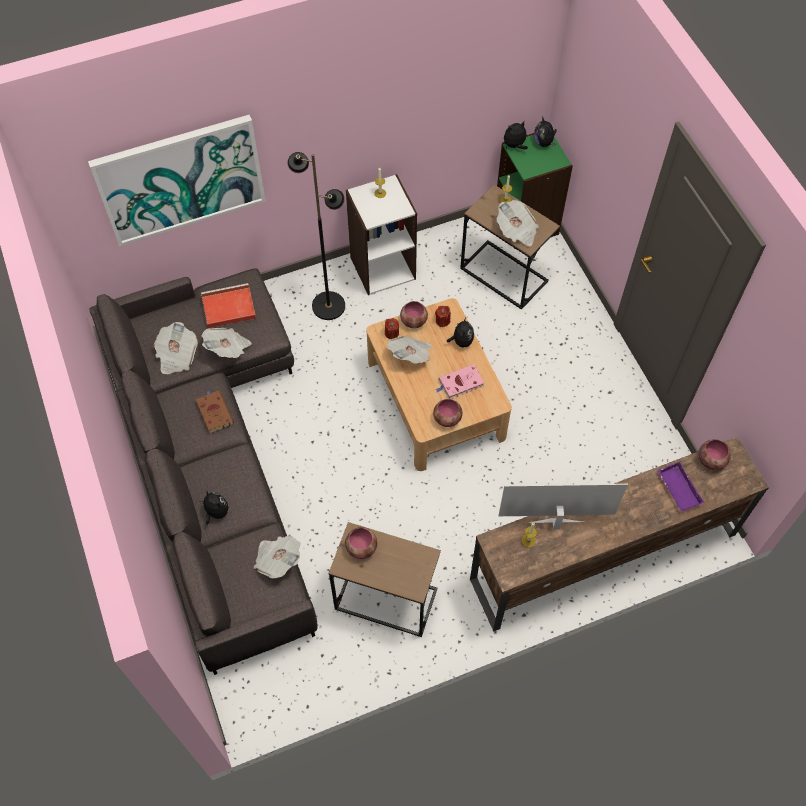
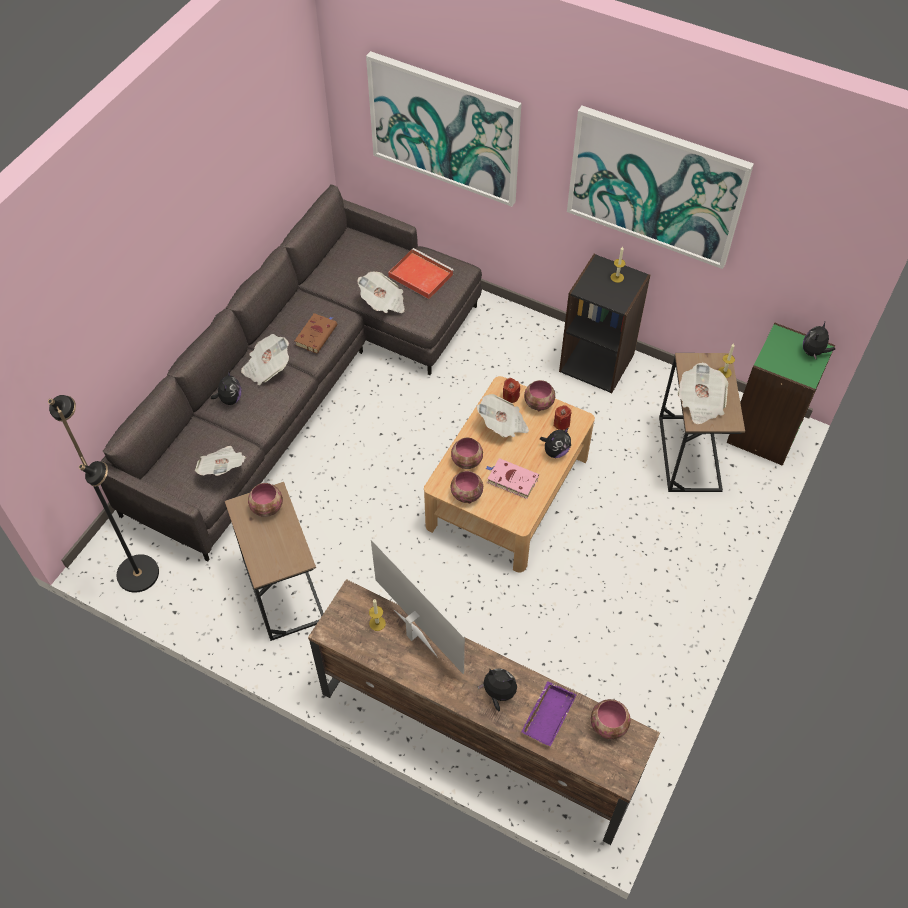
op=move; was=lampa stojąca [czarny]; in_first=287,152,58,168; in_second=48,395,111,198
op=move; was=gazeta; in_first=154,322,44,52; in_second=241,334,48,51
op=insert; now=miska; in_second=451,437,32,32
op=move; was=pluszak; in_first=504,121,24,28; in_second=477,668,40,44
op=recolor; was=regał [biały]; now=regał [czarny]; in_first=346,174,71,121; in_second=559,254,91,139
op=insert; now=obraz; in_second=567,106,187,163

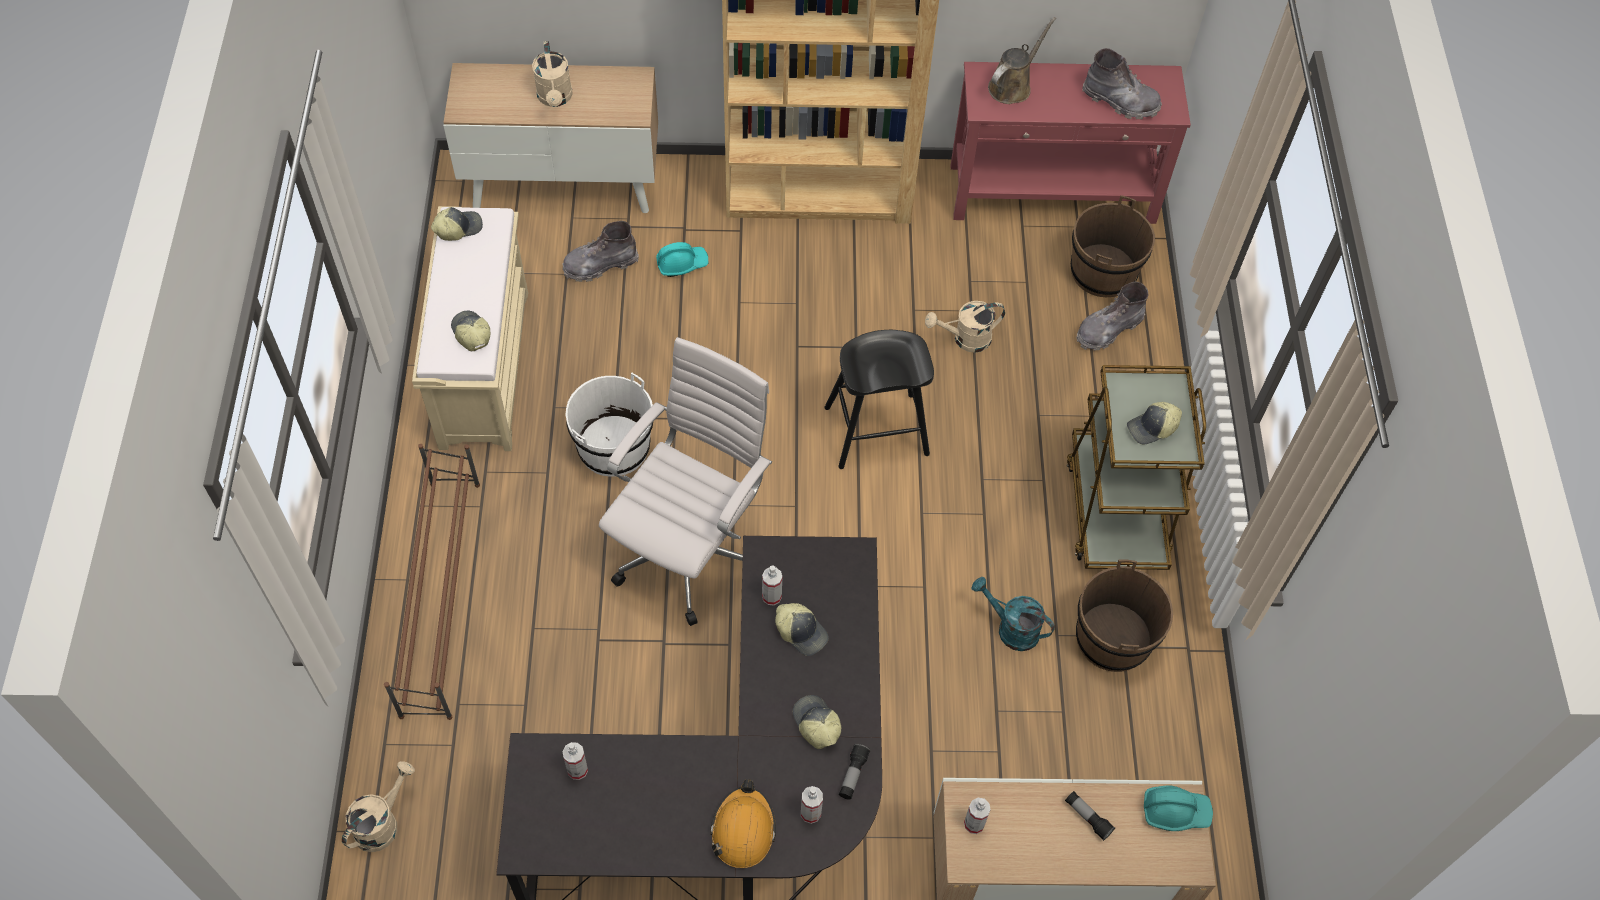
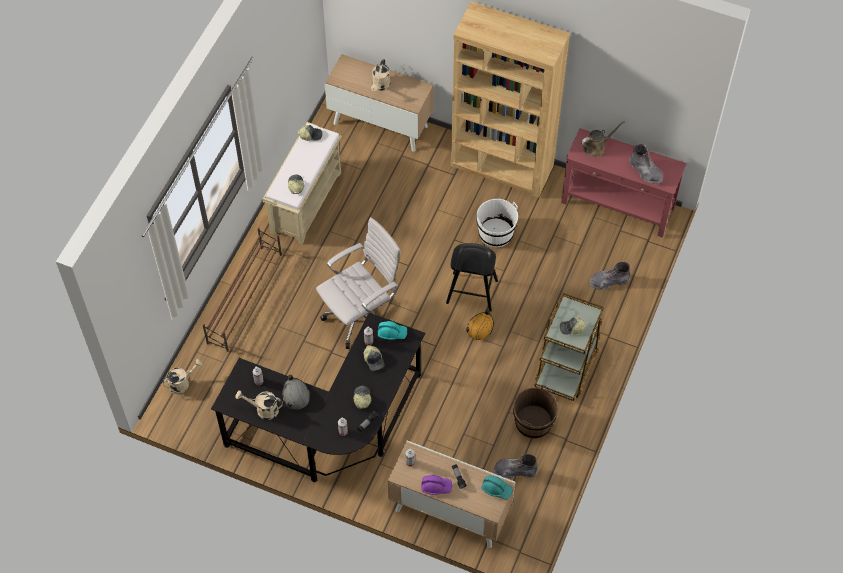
op=move; was=konewka [beżowy]; in_first=925,301,80,52; in_second=236,390,47,30
op=insert; now=kask [szary]; in_second=282,374,28,35
op=move; was=kask [turkusowy]; in_first=656,242,52,35; in_second=378,321,29,19
op=insert; now=kask [fioletowy]; in_second=421,475,31,20
op=move; was=kask [pomarańczowy]; in_first=710,779,66,89; in_second=466,310,28,30
op=move; was=wiadro [biały]; in_first=565,372,88,105; in_second=476,199,42,48
op=move; was=but z cholewką [szary]; in_first=562,221,77,61; in_second=494,454,43,25
op=delete; was=konewka [turkusowy]; in_first=972,577,83,74
op=delete; was=wiadro [brązowy]; in_first=1071,195,84,102

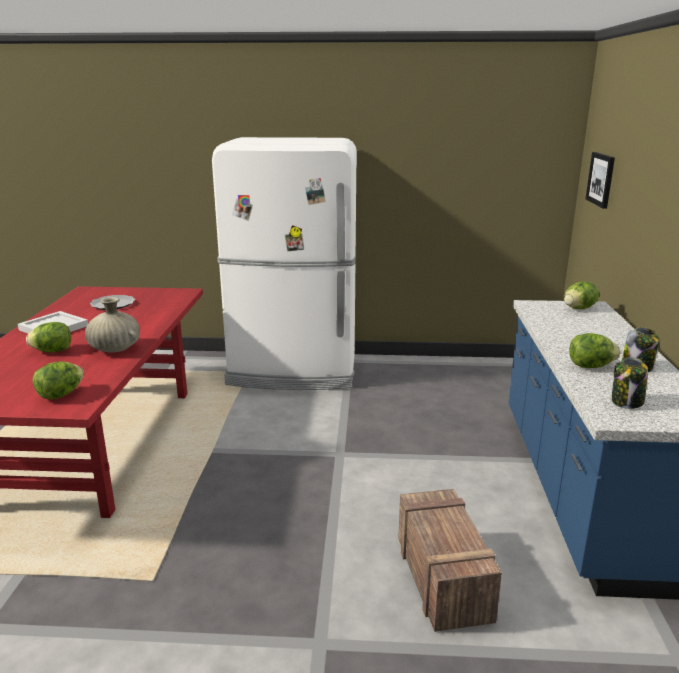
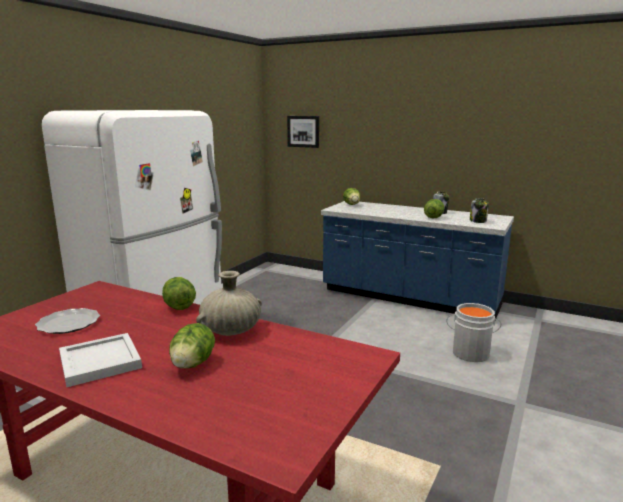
op=move; was=sałata; in_first=32,361,52,38; in_second=162,277,34,33
op=replace; was=skrzynka; now=wiadro [szary]; in_first=398,489,104,143; in_second=446,303,55,59

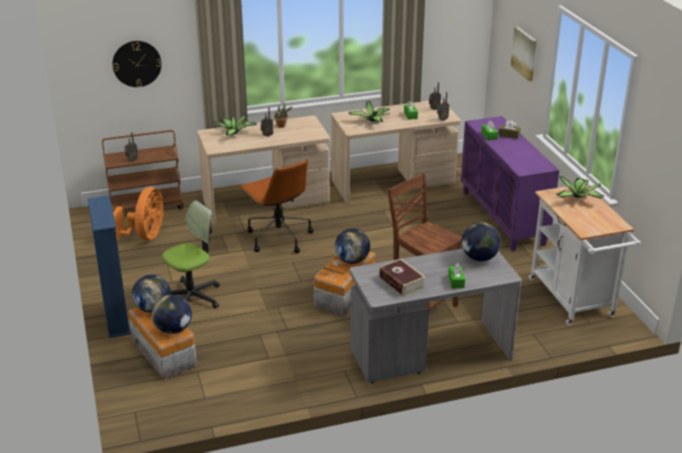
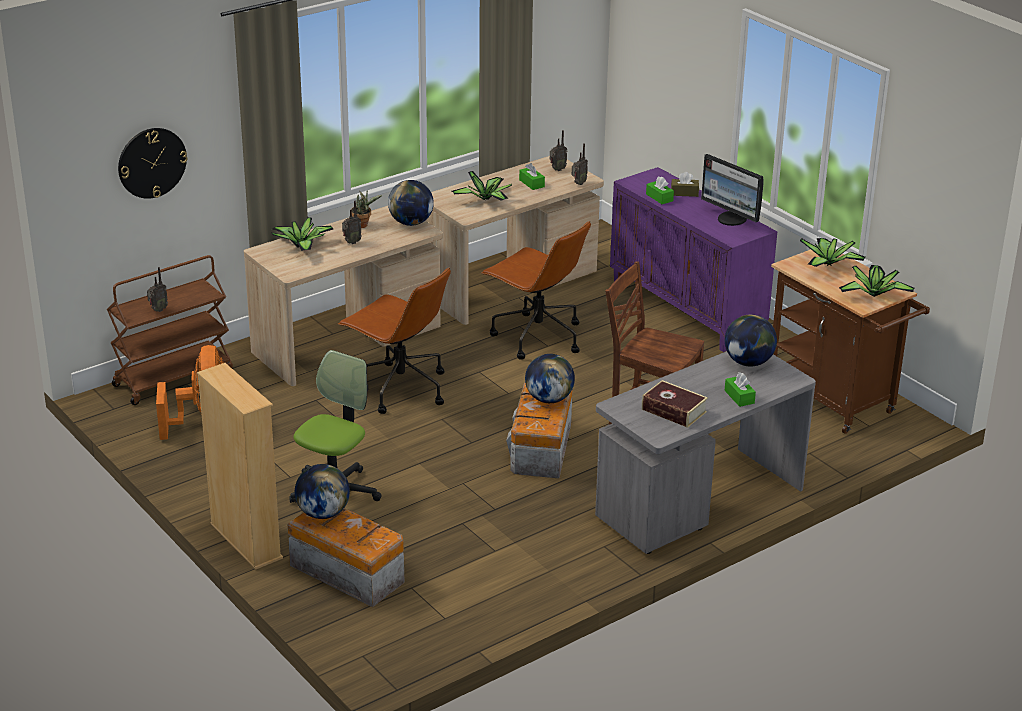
op=recolor; was=regał [niebieski]; now=regał [beżowy]; in_first=88,195,43,143; in_second=197,363,86,206
op=move; was=globus; in_first=152,294,40,40; in_second=388,180,46,46
op=insert; now=krzesło biurowe [brązowy]; in_second=481,221,110,139
op=insert; now=monitor; in_second=701,154,63,72
op=recolor; was=wózek [biały]; now=wózek [brązowy]; in_first=529,185,112,140; in_second=771,250,159,184
op=insert; now=roślina doniczkowa; in_second=839,265,76,32
op=delete; was=obraz; in_first=511,27,26,54

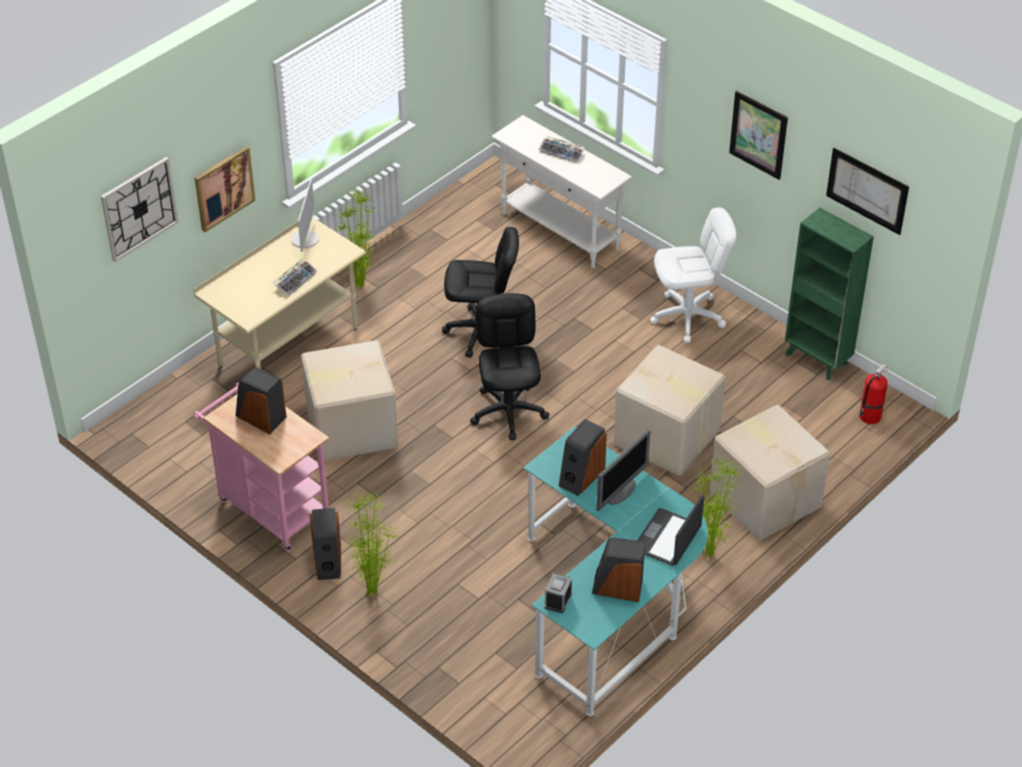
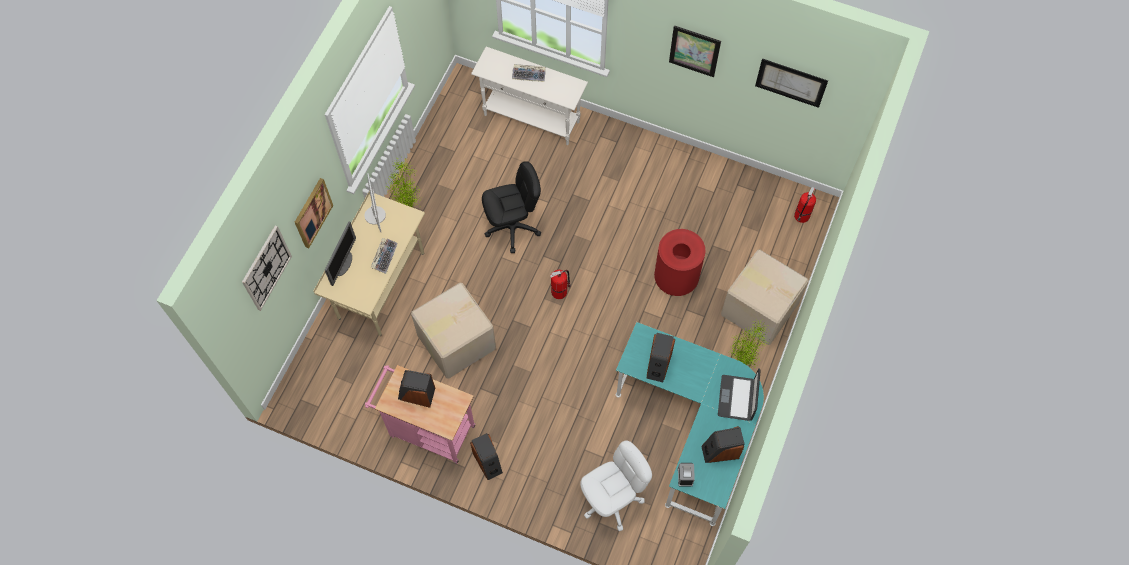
op=move; was=monitor; in_first=596,429,55,82; in_second=325,221,31,65
op=replace; was=krzesło biurowe [czarny]; now=gaśnica; in_first=470,293,79,147; in_second=550,270,21,29
op=move; was=krzesło biurowe [biały]; in_first=650,207,87,136; in_second=580,441,72,90
op=replace; was=karton; now=kosz na śmieci [czerwony]; in_first=613,345,113,131; in_second=654,229,51,67
op=delete; was=roślina doniczkowa; in_first=344,490,53,107
op=delete; was=regał [zielony]; in_first=785,208,89,172

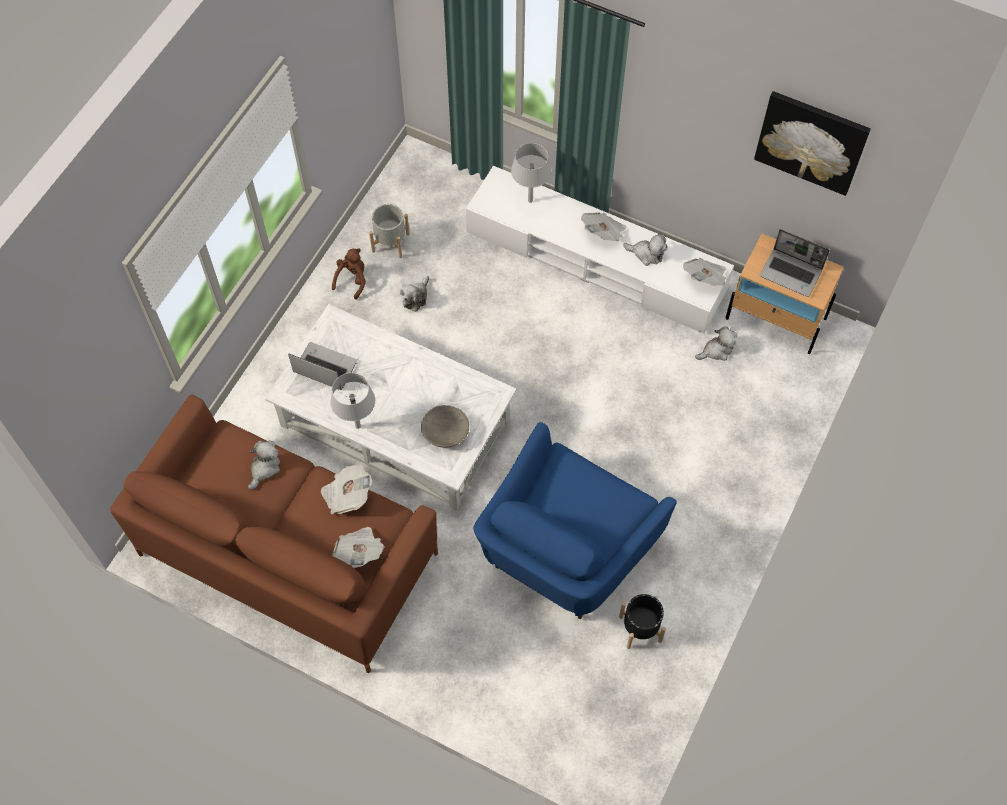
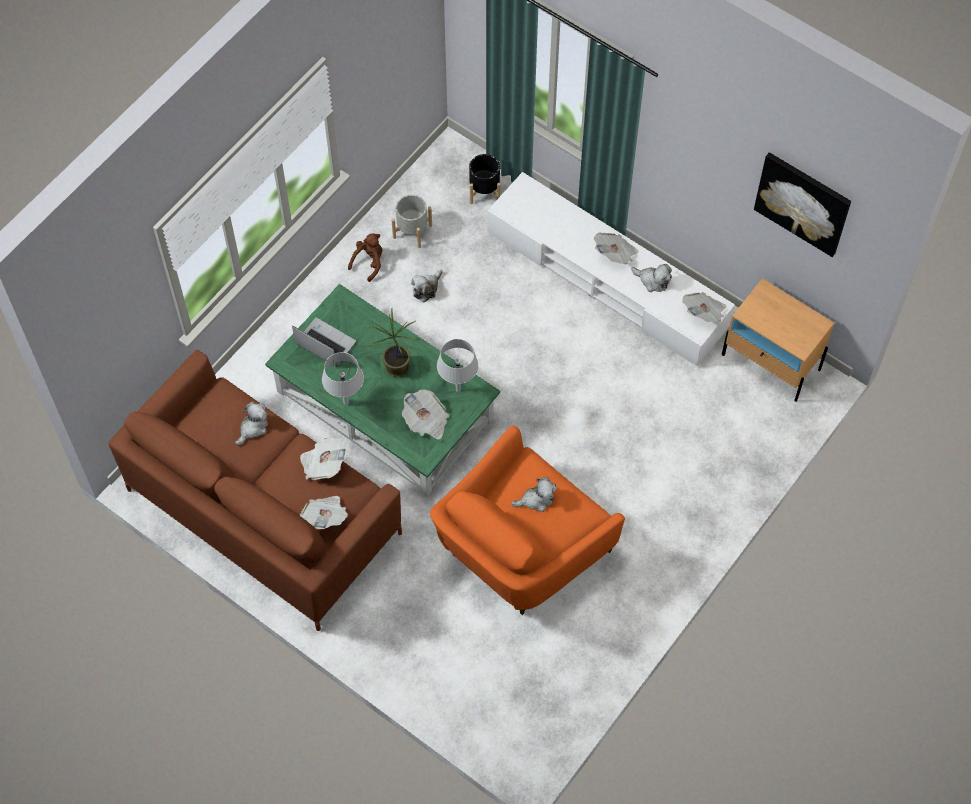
op=recolor; was=ława [biały]; now=ława [zielony]; in_first=265,304,252,206; in_second=265,284,235,212
op=insert; now=roślina doniczkowa; in_second=368,309,49,68
op=replace; was=miska [beżowy]; now=gazeta; in_first=421,405,48,42; in_second=402,389,47,50
op=recolor; was=fotel [niebieski]; now=fotel [pomarańczowy]; in_first=473,422,204,198; in_second=430,425,195,190
op=move; was=lampa stołowa [szary]; in_first=511,143,41,60; in_second=437,339,42,53
op=move; was=donica [czarny]; in_first=619,594,47,55; in_second=469,154,31,50
op=move; was=pluszak; in_first=695,327,42,34; in_second=511,477,46,35
op=delete; was=laptop; in_first=760,229,70,68

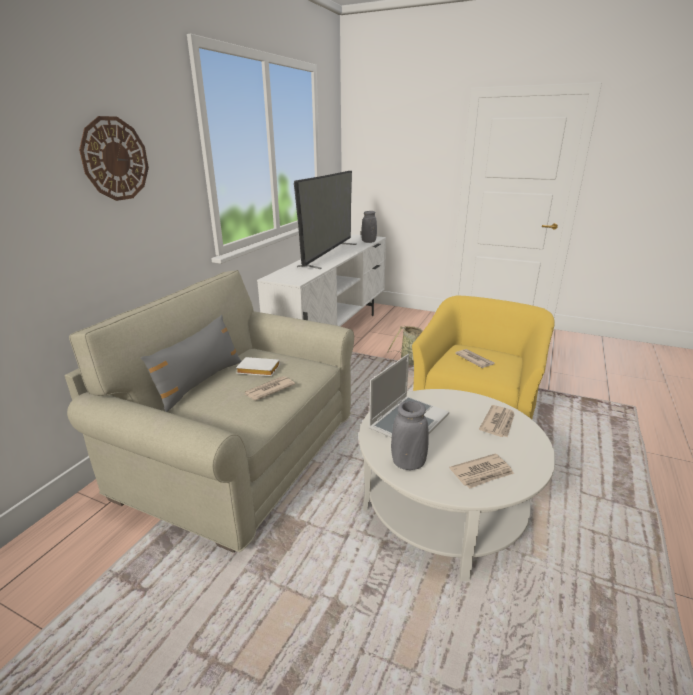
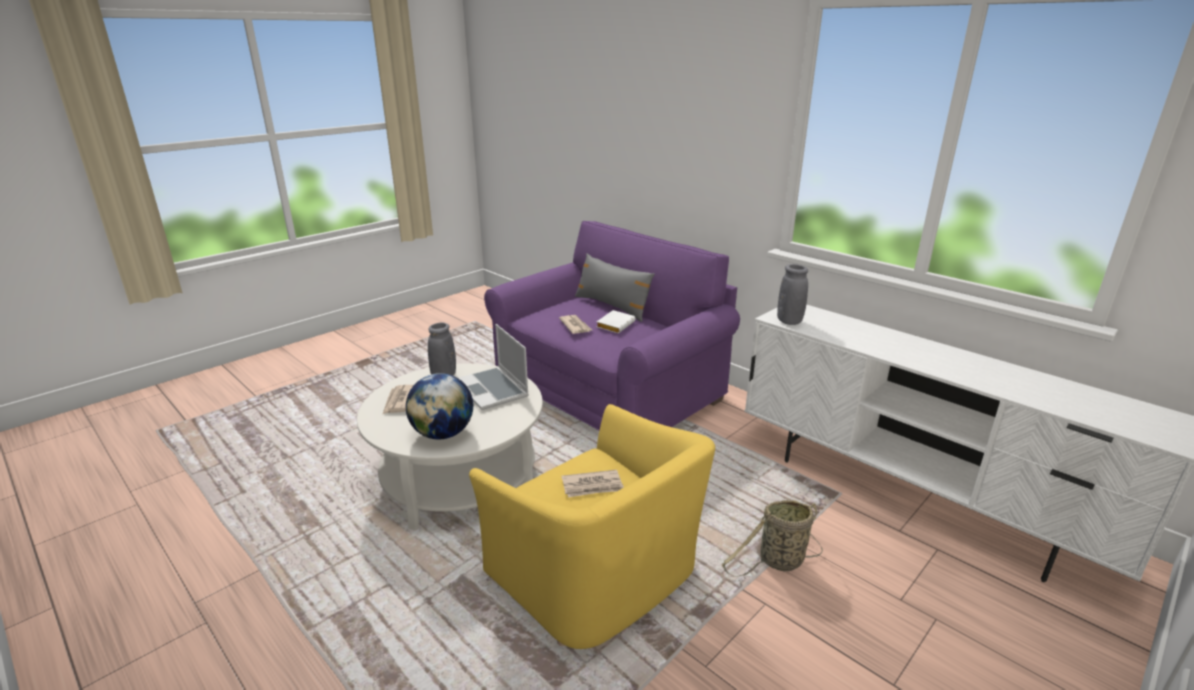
op=replace; was=gazeta; now=globus; in_first=479,405,36,32; in_second=406,373,67,66
op=recolor; was=kanapa [beżowy]; now=kanapa [fioletowy]; in_first=64,270,290,283; in_second=484,221,256,209
op=move; was=wazon [szary]; in_first=361,211,16,32; in_second=777,264,31,61
op=delete; was=zegar ścienny; in_first=79,116,70,85
op=delete; was=telewizor; in_first=294,171,63,98

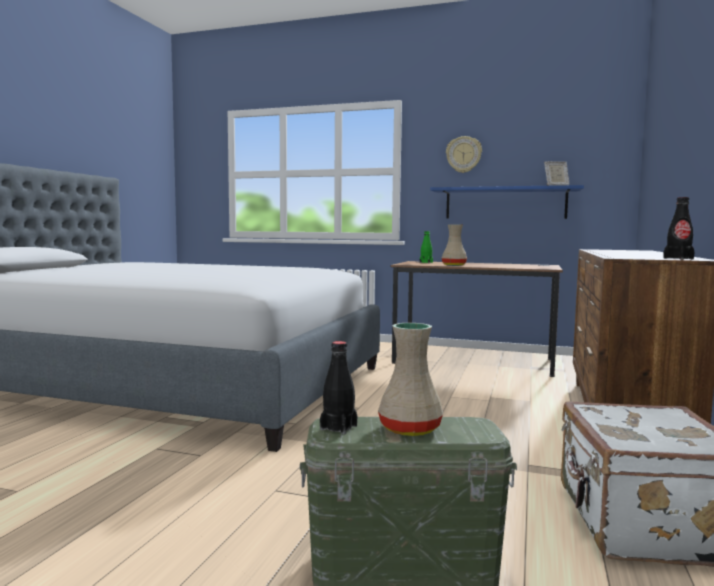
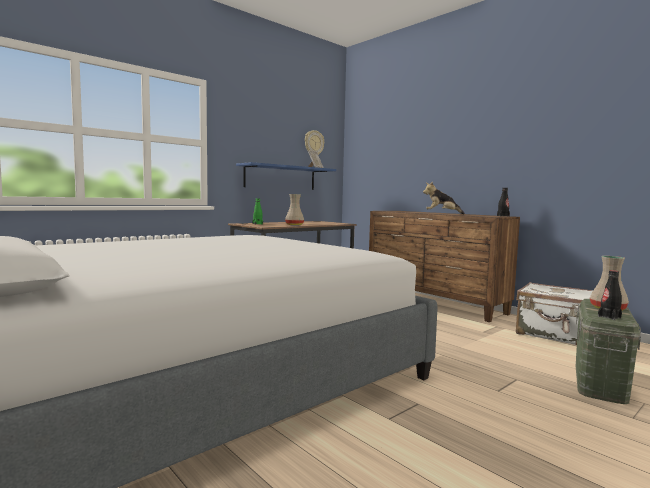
op=move; was=zegar ścienny; in_first=446,136,36,37; in_second=305,130,19,25
op=insert; now=pluszak; in_second=423,182,42,33

